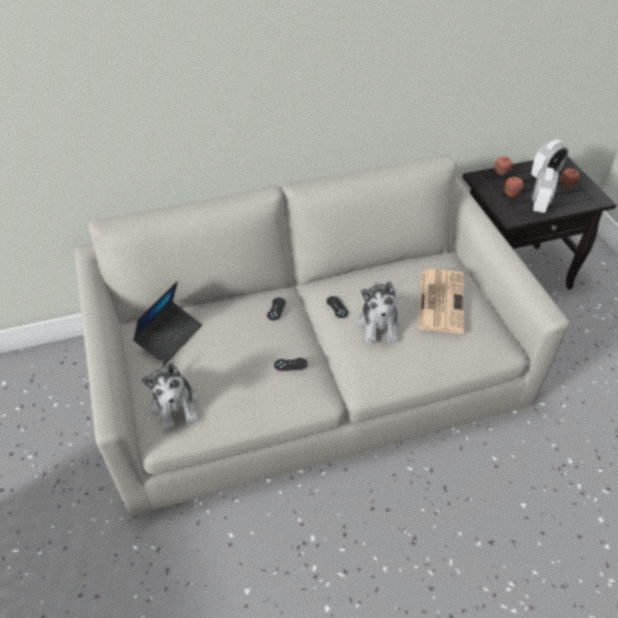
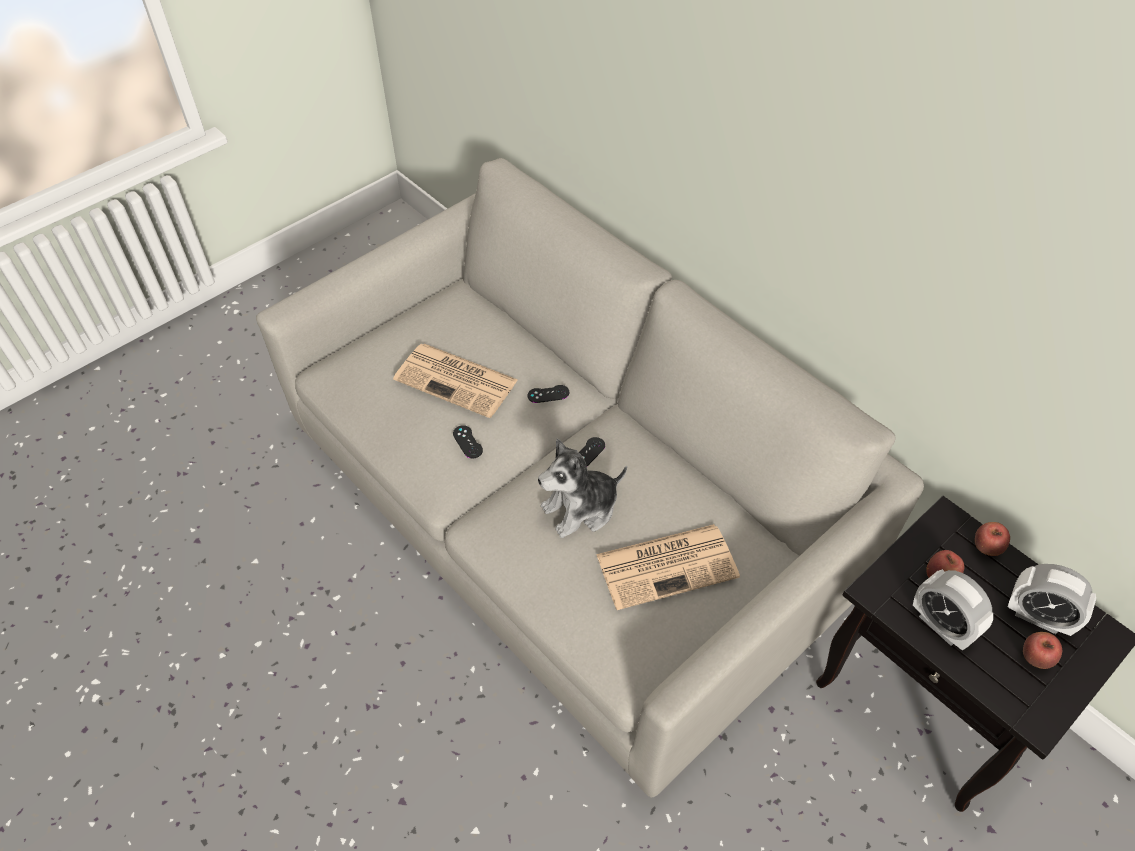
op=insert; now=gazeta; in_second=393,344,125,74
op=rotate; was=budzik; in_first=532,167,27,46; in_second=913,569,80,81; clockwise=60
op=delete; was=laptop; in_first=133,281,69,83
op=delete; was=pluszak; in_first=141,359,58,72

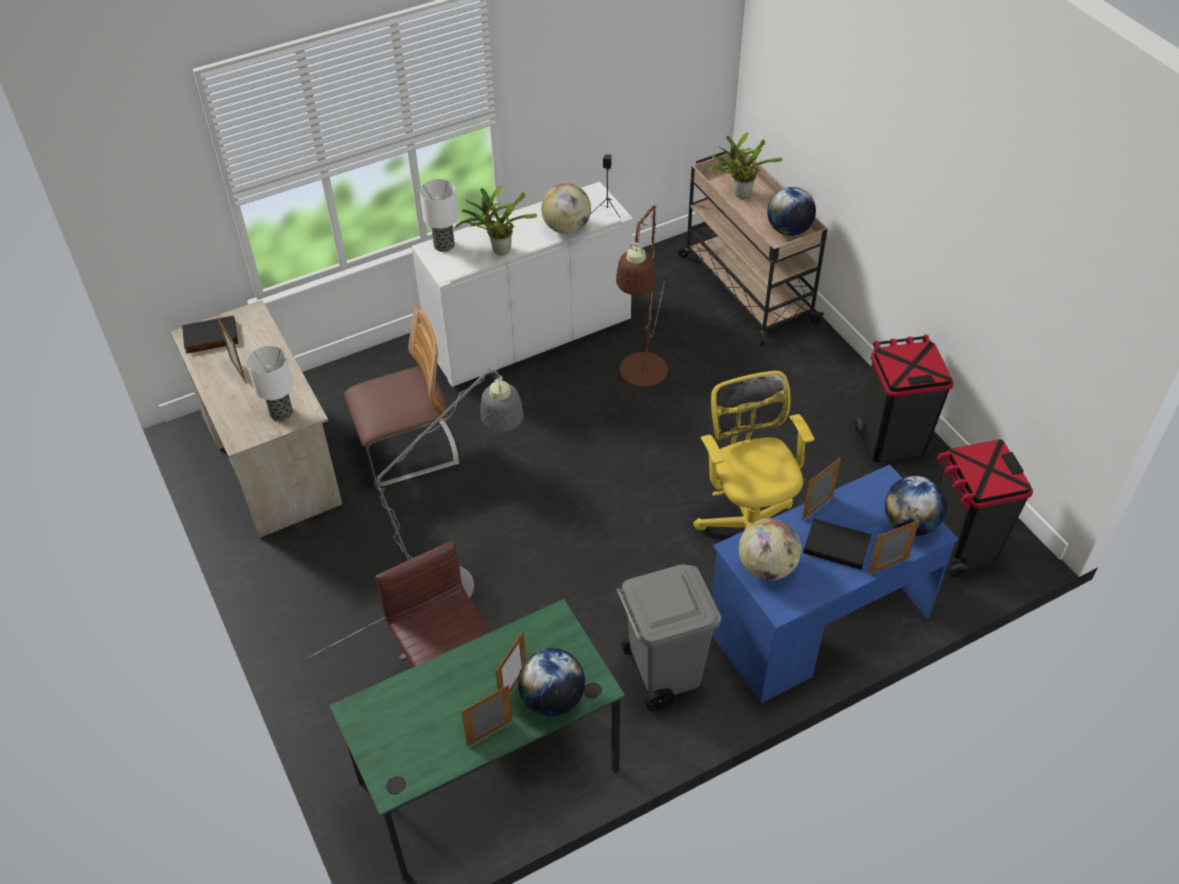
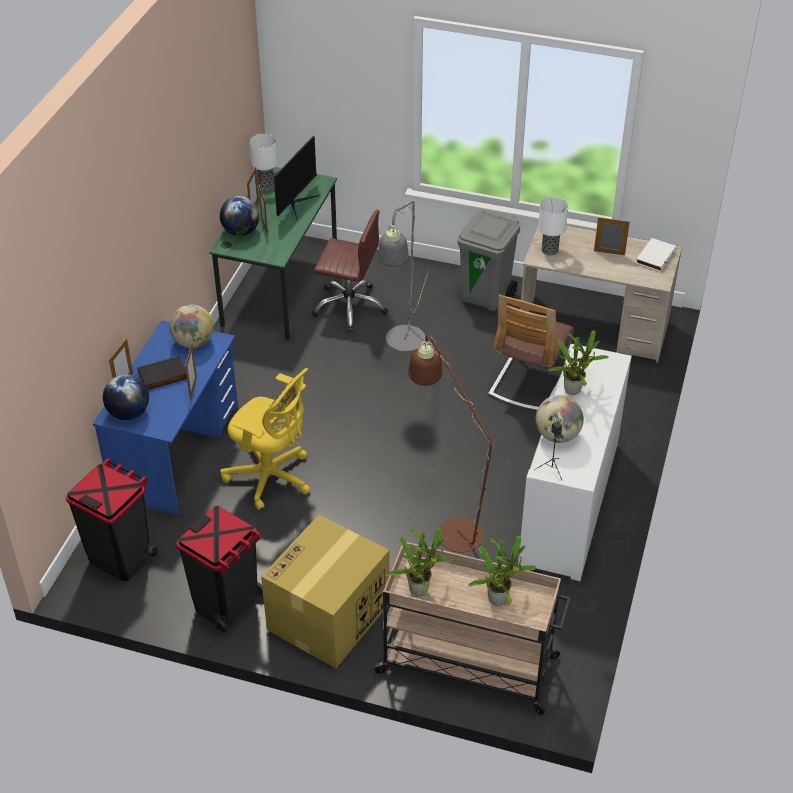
op=move; was=lampa stołowa; in_first=420,179,38,73; in_second=249,134,29,56
op=insert; now=karton; in_second=261,515,129,153
op=insert; now=monitor; in_second=274,136,45,84
op=replace; was=globus; now=roślina doniczkowa; in_first=767,187,49,49; in_second=386,527,68,69
op=move; was=kosz na śmieci [szary]; in_first=617,564,105,147; in_second=458,211,62,100
op=recolor; was=książka [czarny]; now=książka [biały]; in_first=182,316,56,38; in_second=636,238,40,34

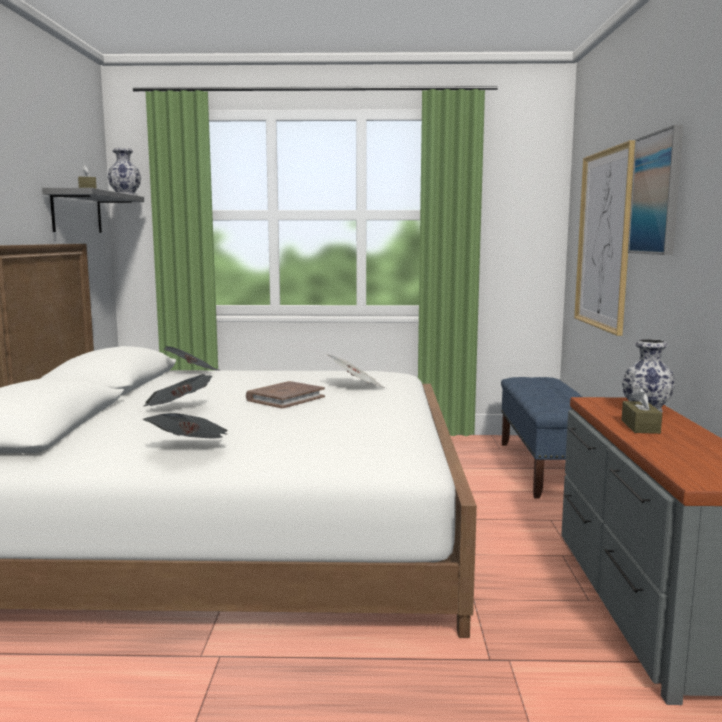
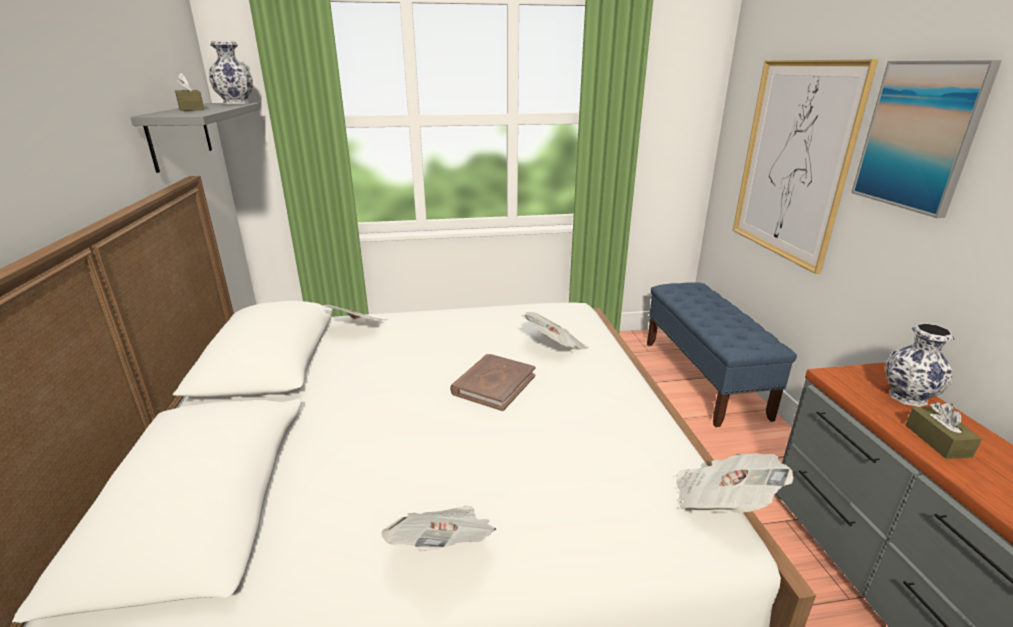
op=move; was=gazeta; in_first=143,374,70,32; in_second=676,453,118,60

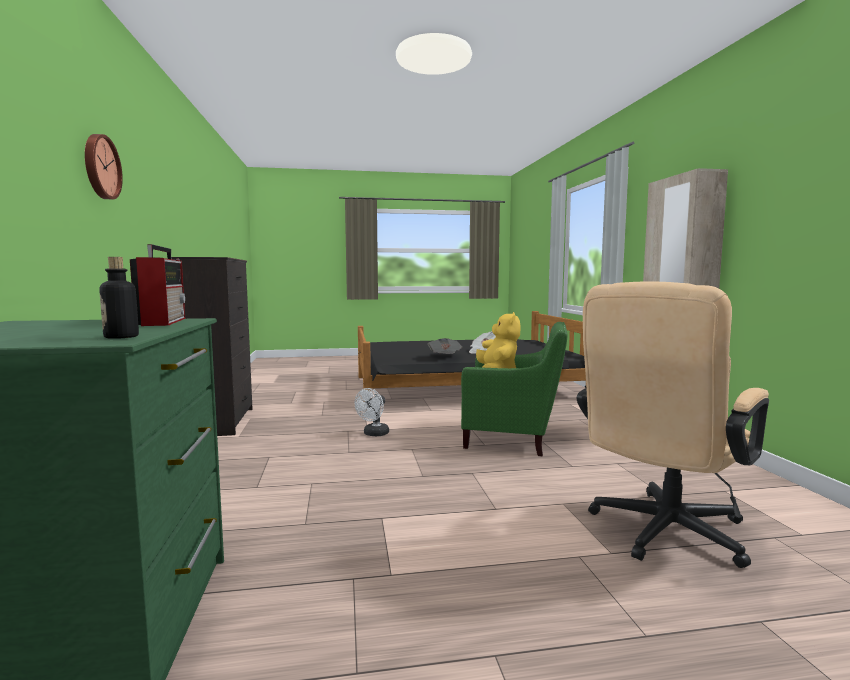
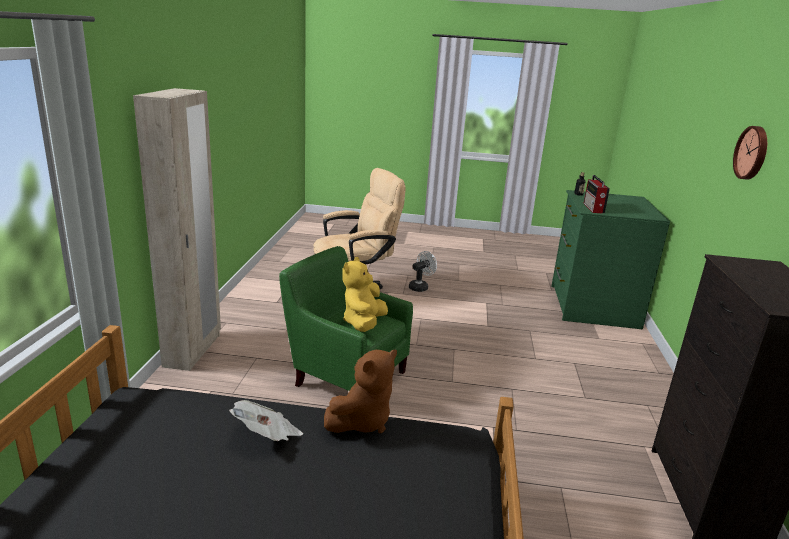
op=replace; was=gazeta; now=pluszak [brązowy]; in_first=427,338,35,16; in_second=324,349,73,84
op=move; was=wentylator [biały]; in_first=355,388,34,48; in_second=409,251,28,41

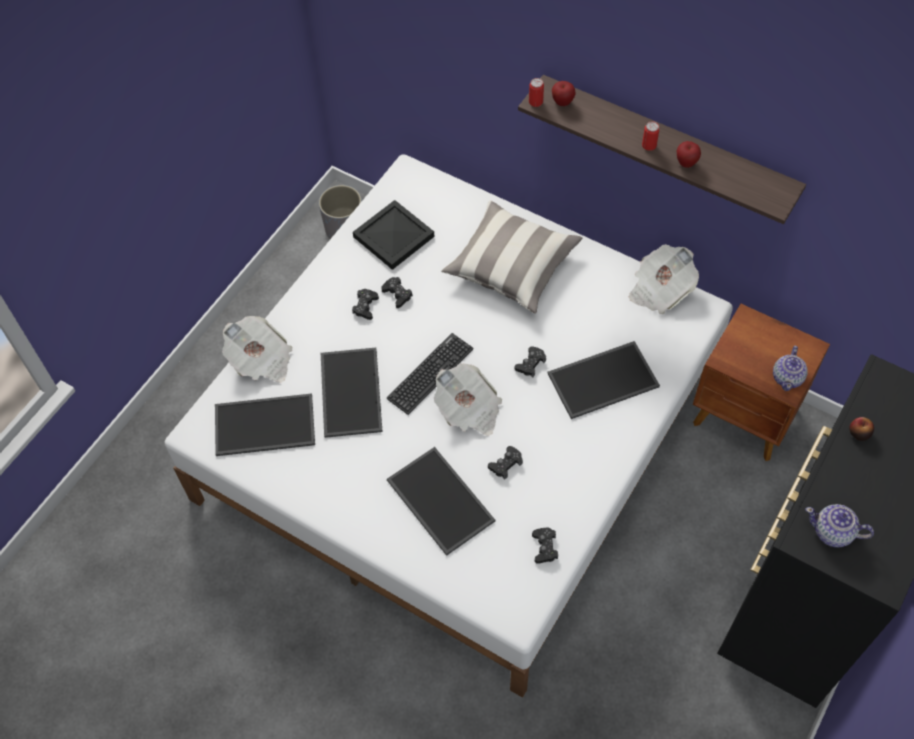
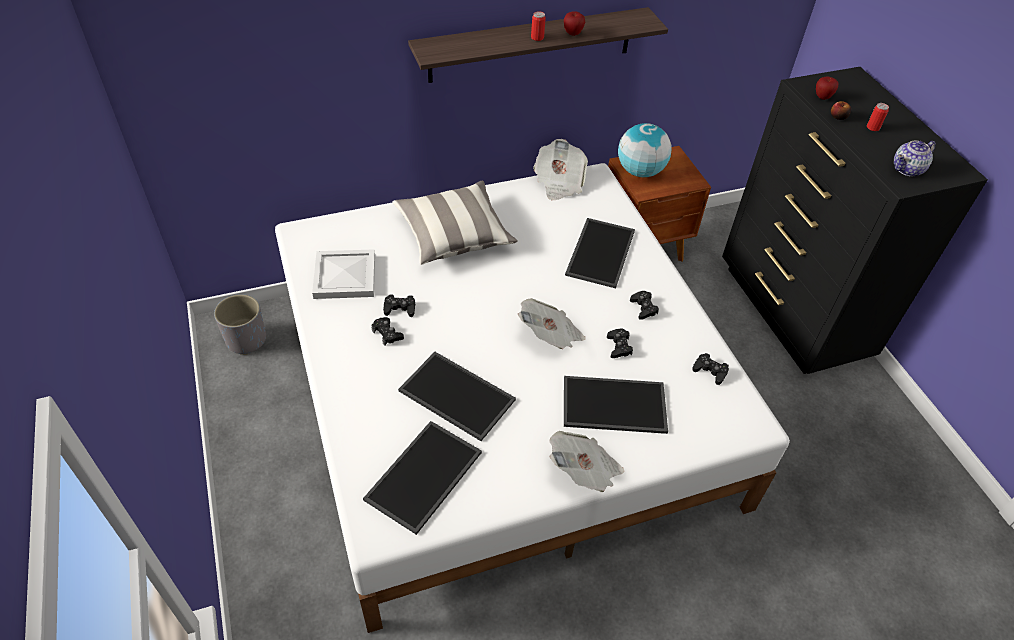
op=recolor; was=taca [czarny]; now=taca [biały]; in_first=353,200,82,70; in_second=312,249,63,50
op=move; was=gazeta; in_first=222,316,71,67; in_second=549,431,75,61
op=insert; now=globus; in_second=618,123,54,54
op=move; was=pad do gier [czarny]; in_first=514,346,32,32; in_second=630,291,29,29
op=move; was=jabłko; in_first=552,81,24,25; in_second=816,77,23,23
op=move; was=puszka; in_first=529,78,15,29; in_second=867,103,22,28
op=delete; was=klawiatura; in_first=387,333,87,82
op=delete; was=imbryk; in_first=773,346,35,45

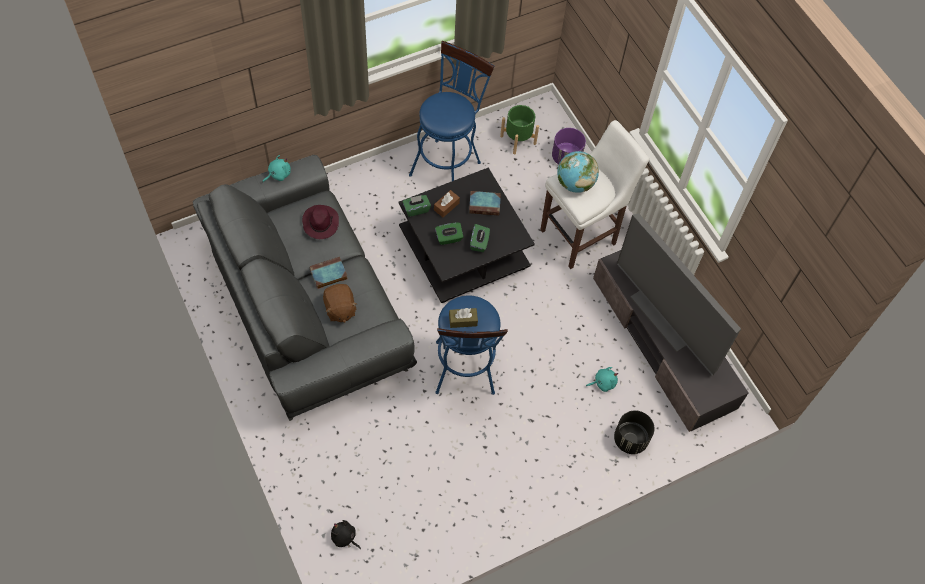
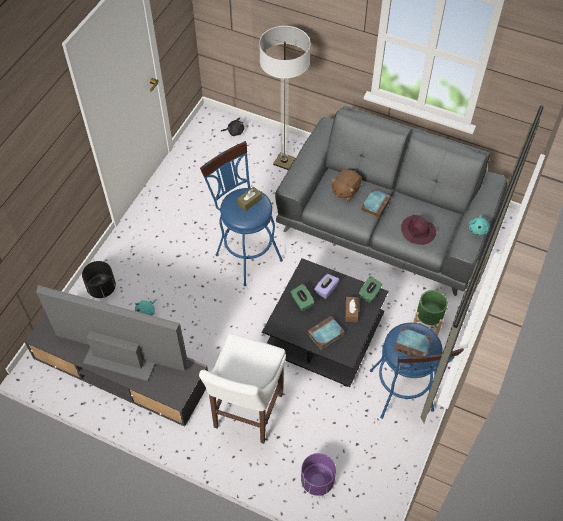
op=insert; now=lampa stojąca; in_second=259,26,52,144
op=recolor; was=pudełko chusteczek [zielony]; now=pudełko chusteczek [fioletowy]; in_first=435,223,29,22; in_second=314,274,25,25
op=rotate; was=pluszak [brązowy]; in_first=323,284,34,39; in_second=331,169,31,32; clockwise=-90
op=insert; now=książka; in_second=394,327,38,30
op=move; was=donica [zielony]; in_first=500,105,39,50; in_second=413,290,36,46
op=delete; was=globus; in_first=557,151,42,42

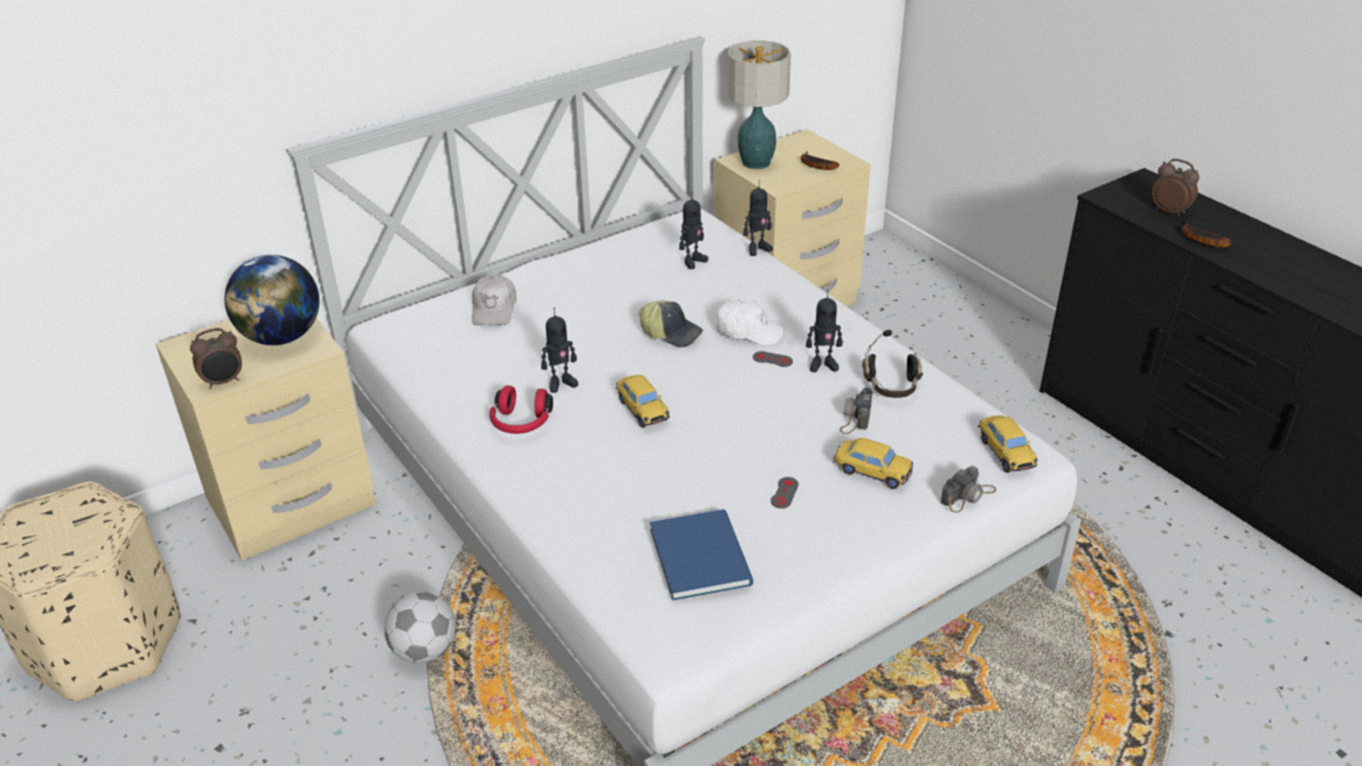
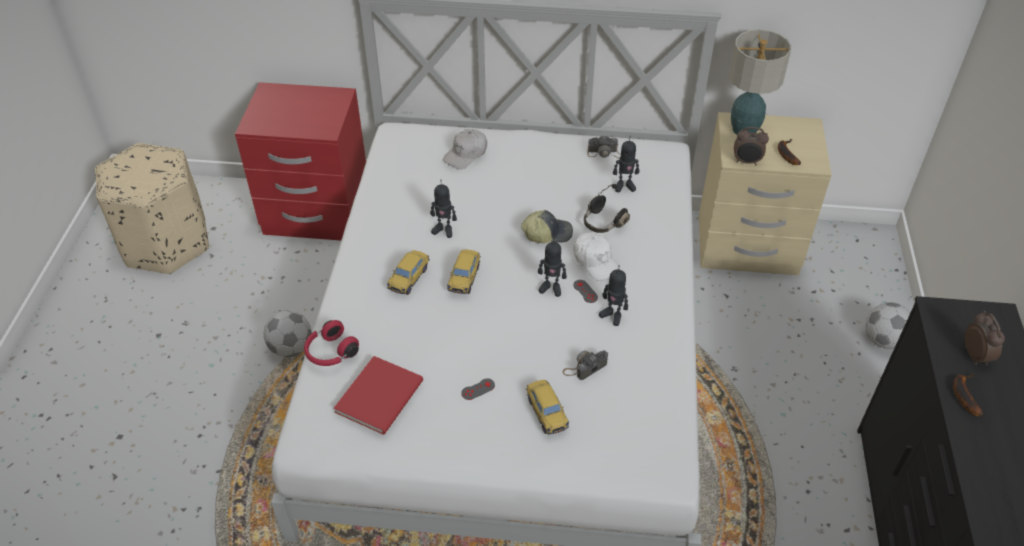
op=recolor; was=szafka nocna [beżowy]; now=szafka nocna [czerwony]; in_first=156,318,220,242; in_second=235,82,131,159
op=move; was=słuchawki [czerwony]; in_first=489,385,64,49; in_second=304,320,55,46
op=recolor; was=książka [niebieski]; now=książka [czerwony]; in_first=650,509,103,91; in_second=334,356,89,79
op=move; was=samochodzik; in_first=978,416,60,57; in_second=387,250,43,45
op=rotate; was=czapka z daszkiem; in_first=639,300,64,47; in_second=521,210,52,34; clockwise=-75
op=move; was=robot zabawkowy; in_first=743,180,30,76; in_second=538,237,29,60
op=move; was=słuchawki [czarny]; in_first=862,330,61,68; in_second=584,184,46,49
op=move; was=aparat fotograficzny; in_first=941,466,55,47; in_second=587,135,34,24
op=move; was=budzik; in_first=190,328,52,61; in_second=734,127,35,38
op=insert; now=piłka futbolowa; in_second=866,303,44,46
op=delete; was=globus; in_first=225,255,95,90

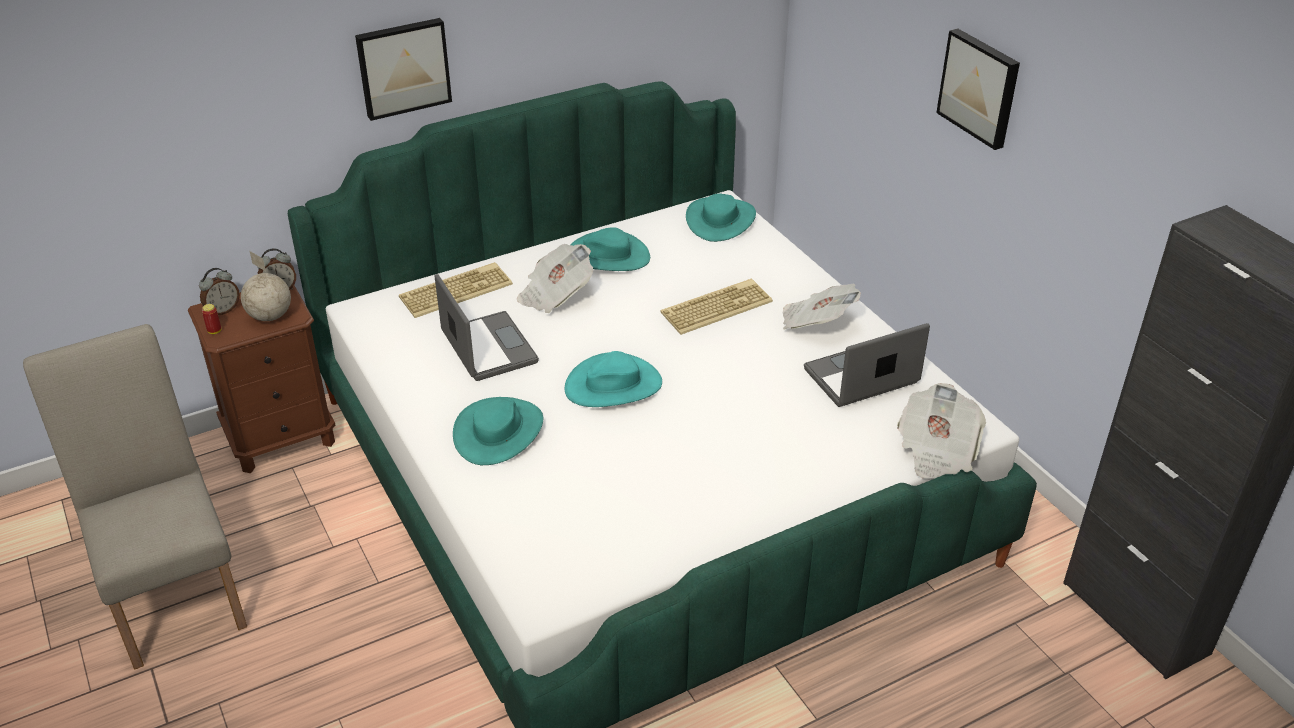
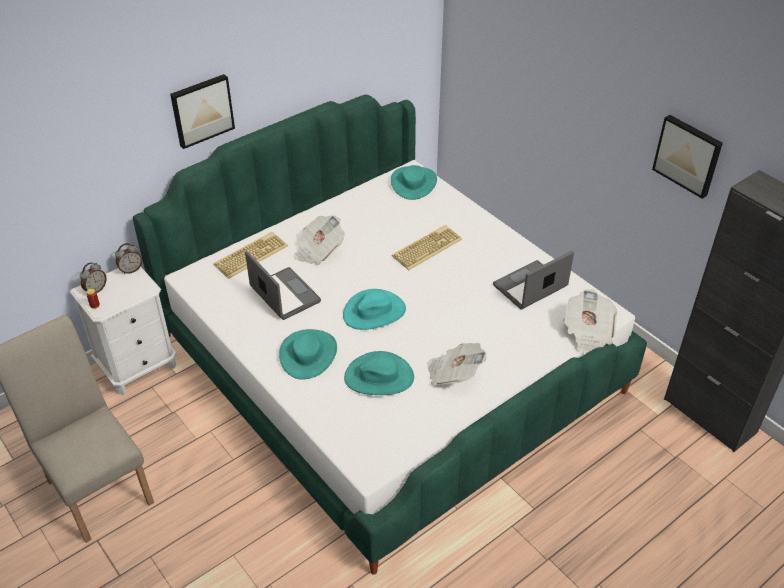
op=recolor; was=szafka nocna [brązowy]; now=szafka nocna [biały]; in_first=188,286,147,187; in_second=70,267,106,128
op=move; was=kapelusz [turkusowy]; in_first=570,227,80,44; in_second=344,351,70,44
op=move; was=gazeta; in_first=783,284,78,46; in_second=427,343,59,42
op=move; was=obraz; in_first=936,28,84,122; in_second=652,115,71,84
op=delete; was=globus; in_first=241,251,50,70

